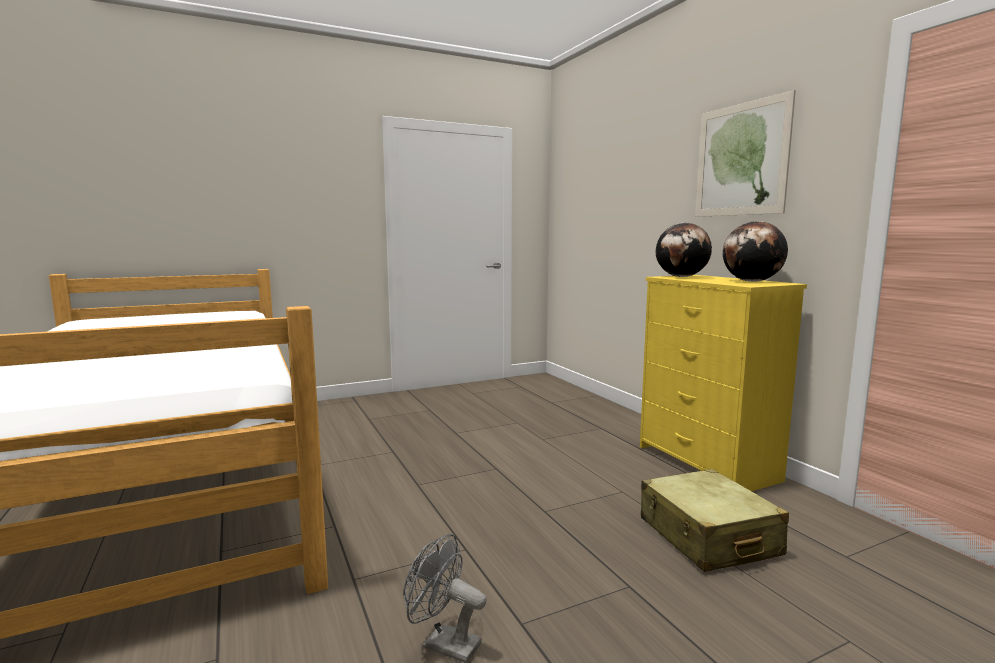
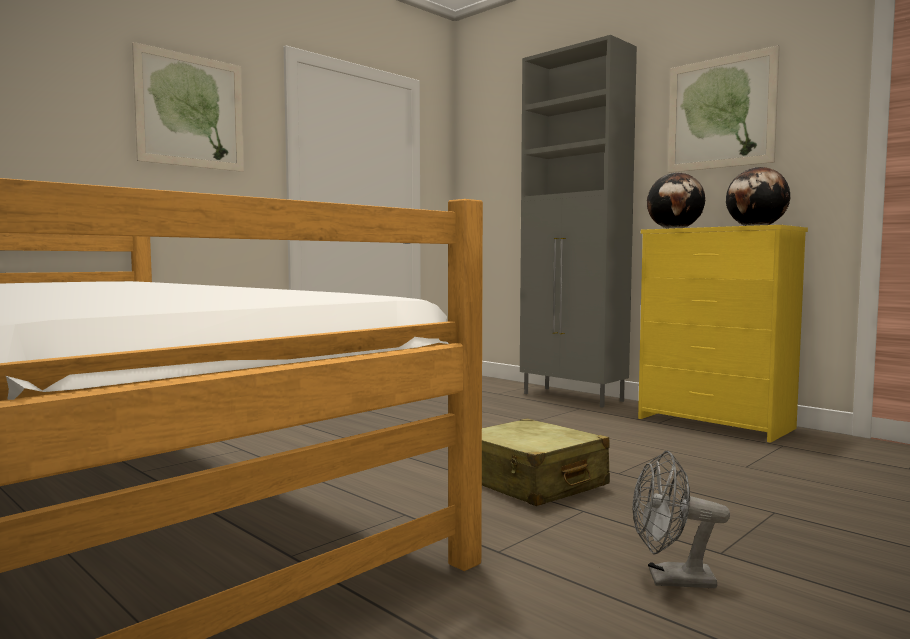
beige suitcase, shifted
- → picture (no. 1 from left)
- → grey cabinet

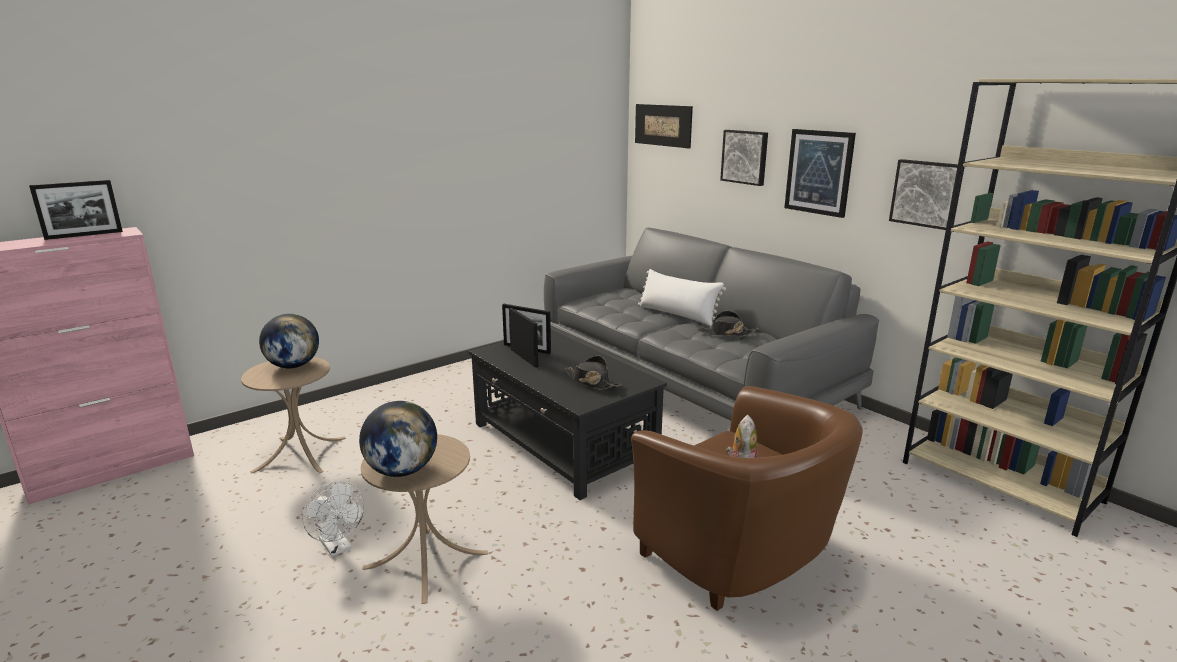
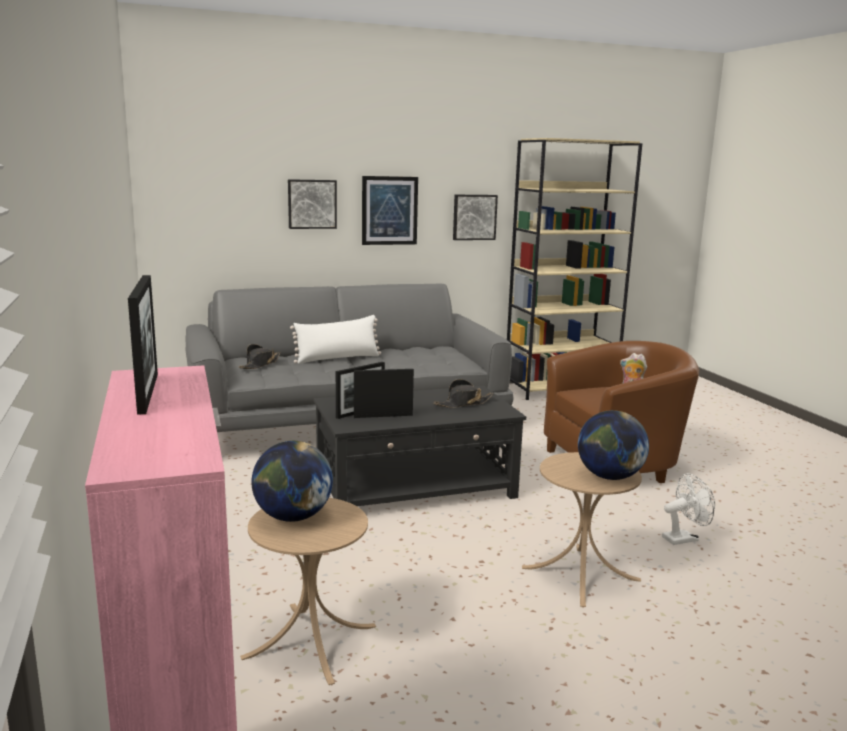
white fan, shifted
picture (no. 1 from left) → -
black hat (no. 2 from left in the first image) → black hat (no. 1 from left), shifted

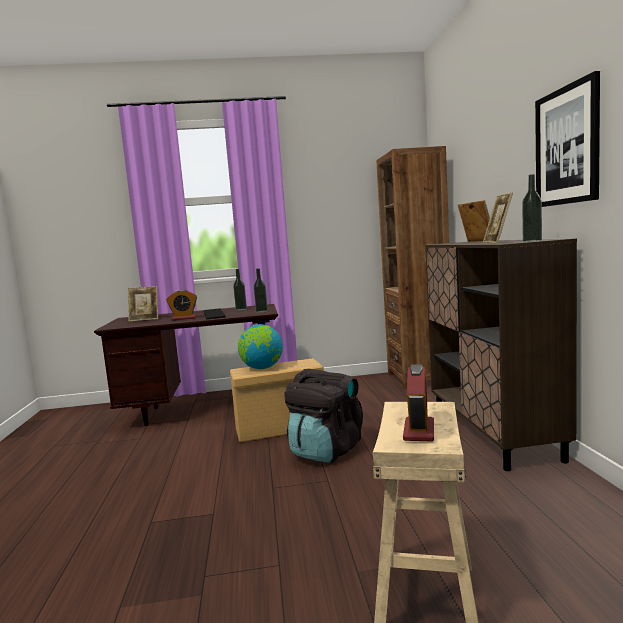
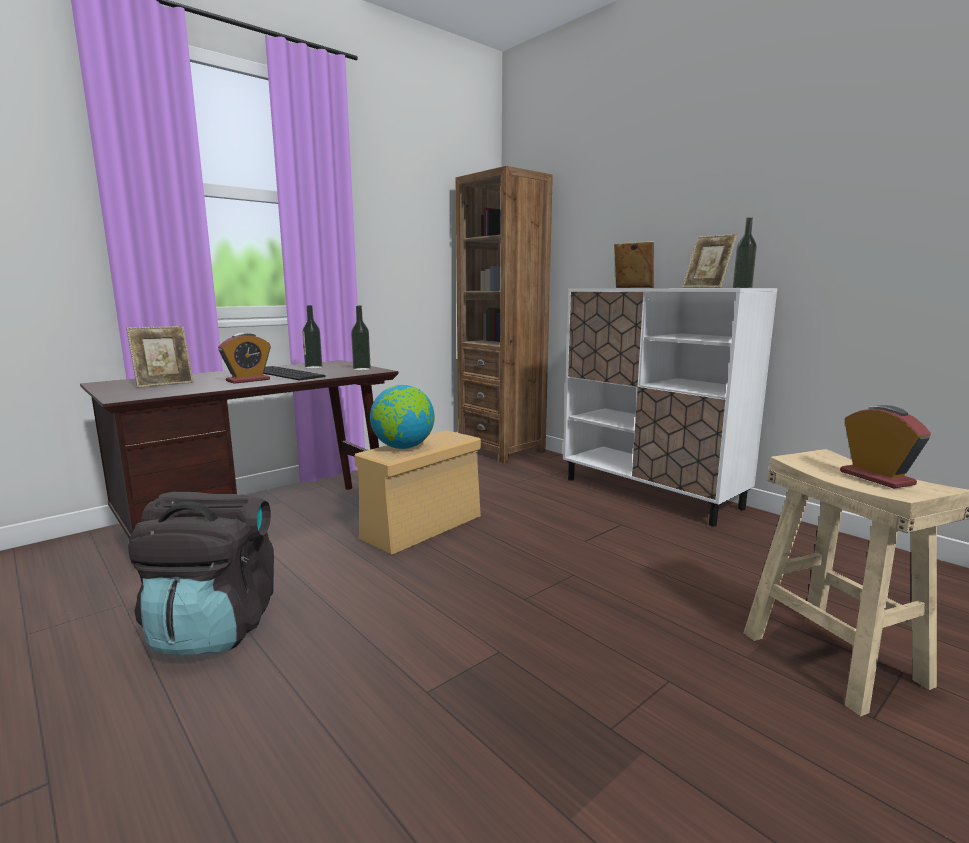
black backpack, shifted
brown cabinet → white cabinet
picture → -

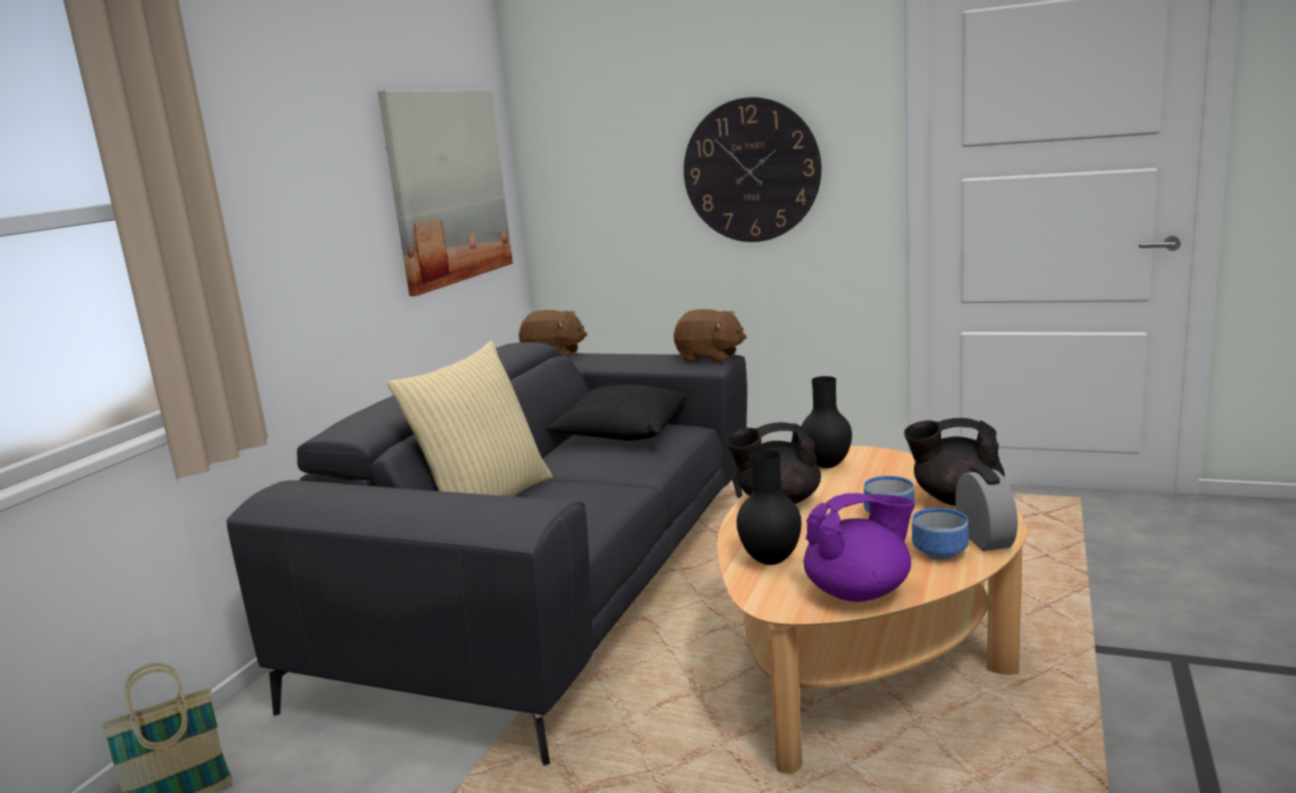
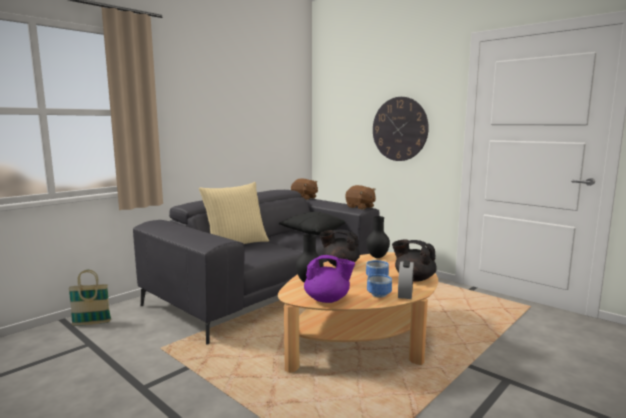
picture → -

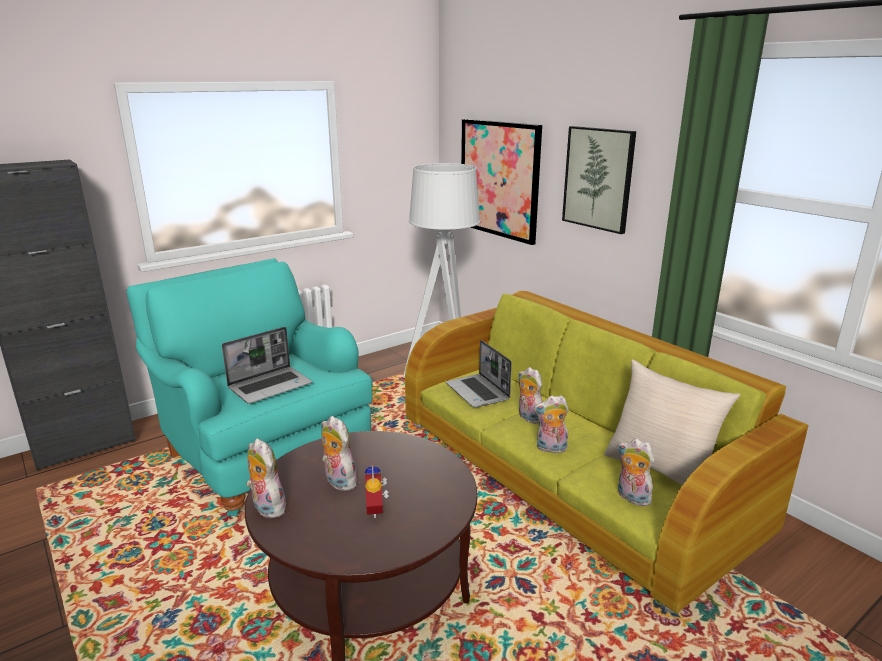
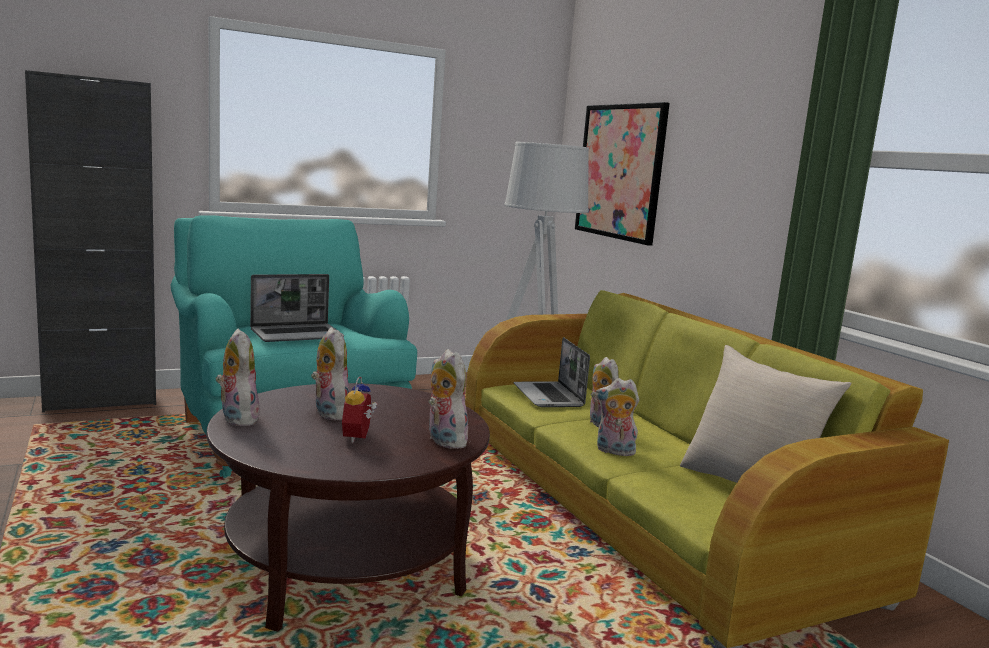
picture (no. 2 from left) → -
plush toy (no. 5 from left in the first image) → plush toy (no. 3 from left), shifted

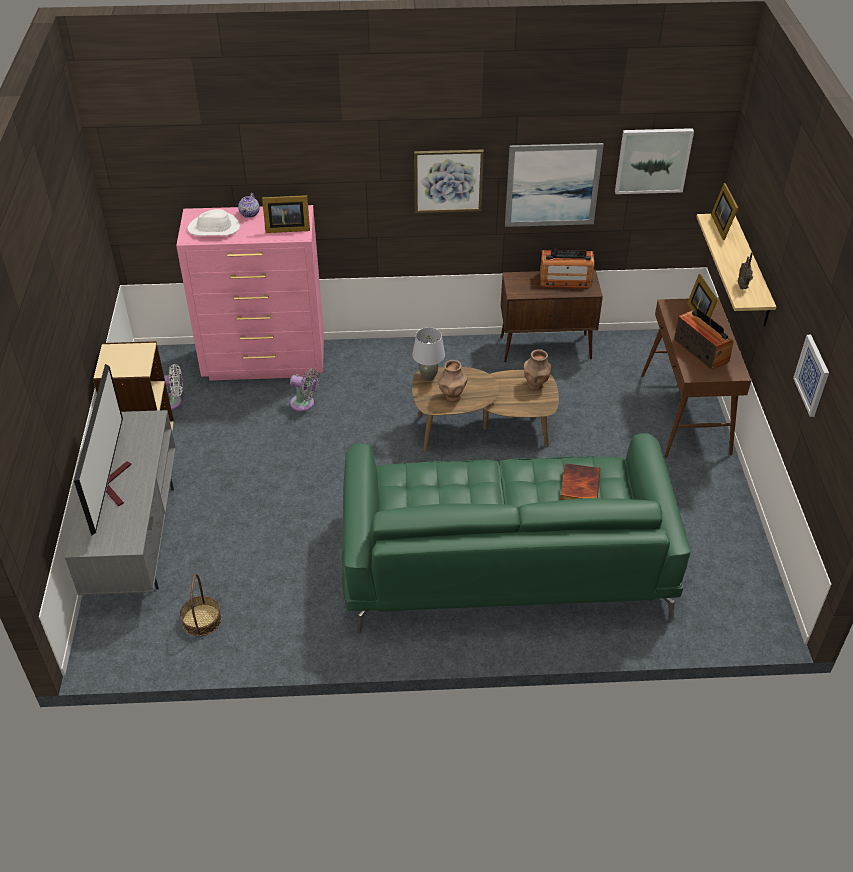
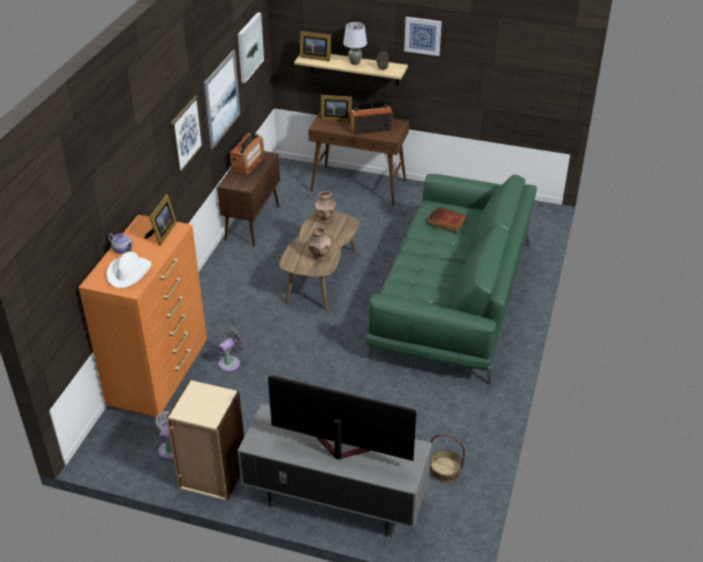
pink dresser → orange dresser
grey table lamp, shifted
picture (no. 4 from left), shifted

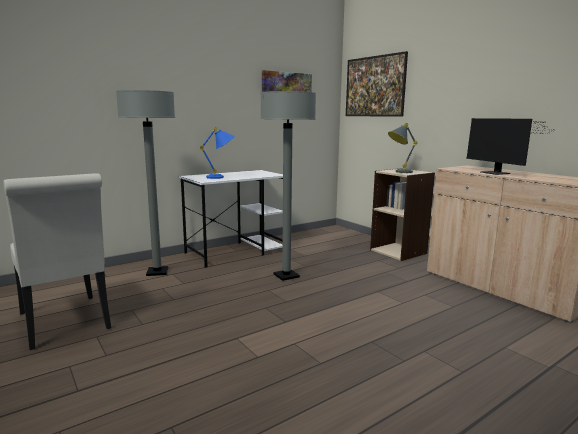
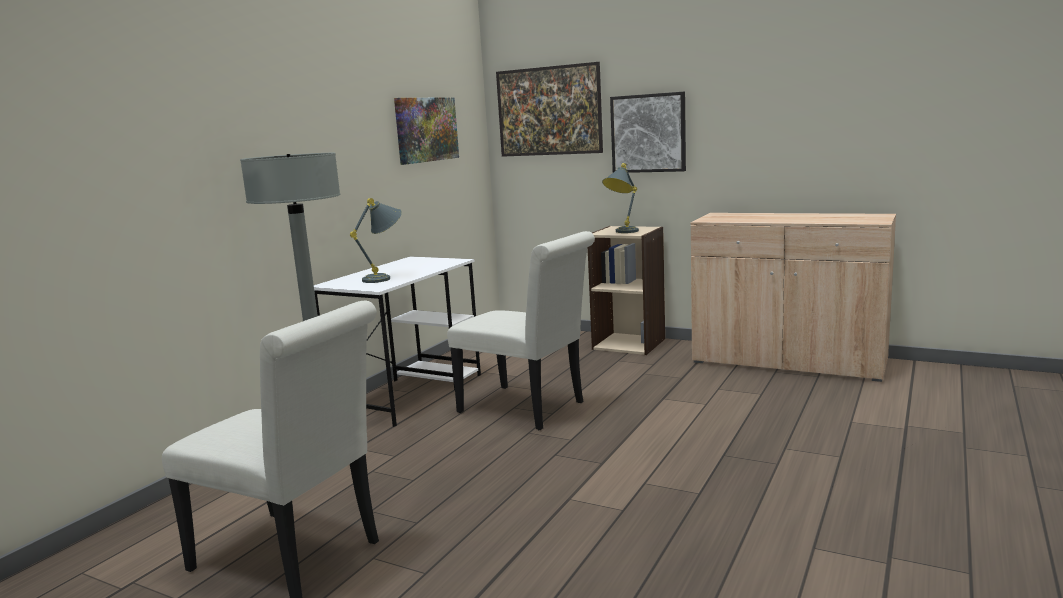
blue table lamp → grey table lamp (no. 1 from left)
grey floor lamp (no. 2 from left) → white chair (no. 2 from left)
monitor → -
- → picture (no. 3 from left)

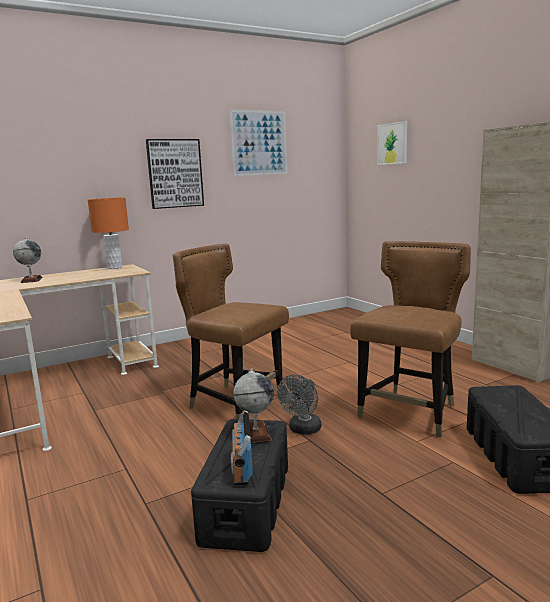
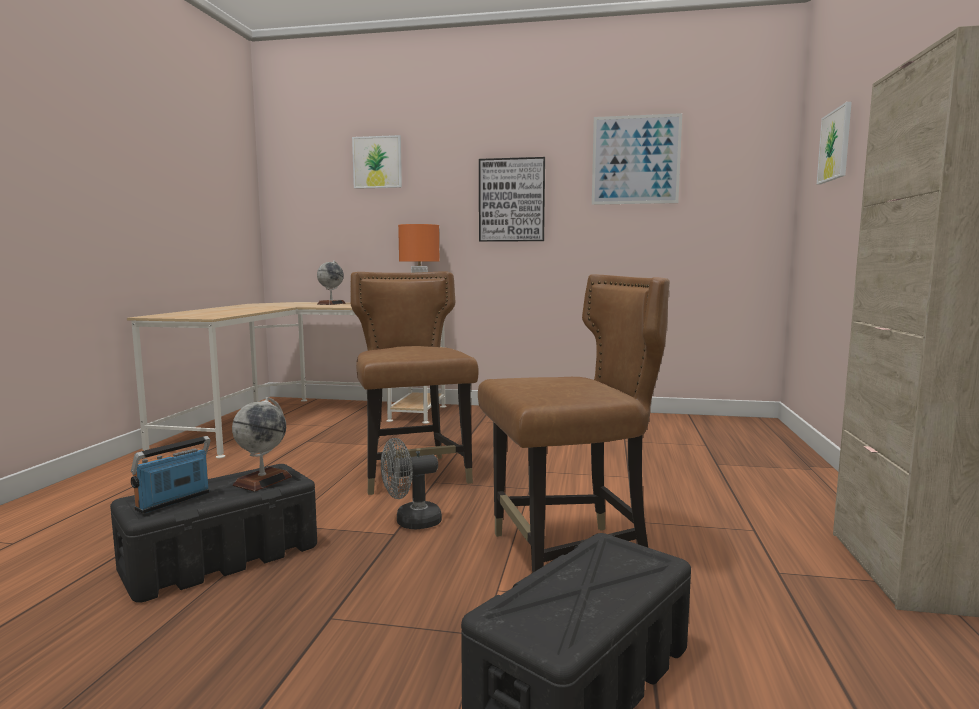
- → picture (no. 1 from left)

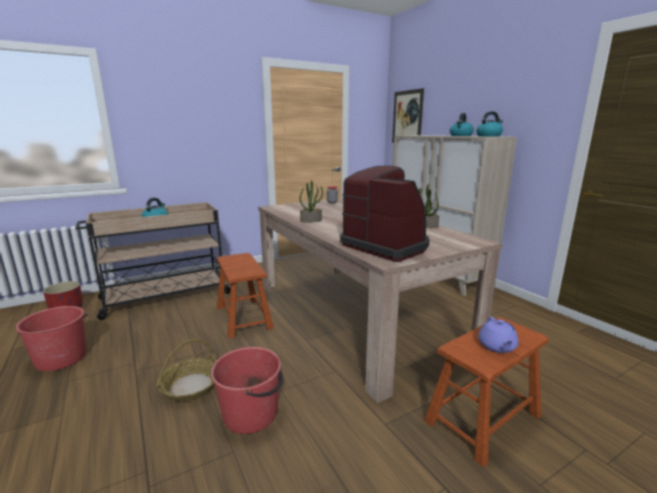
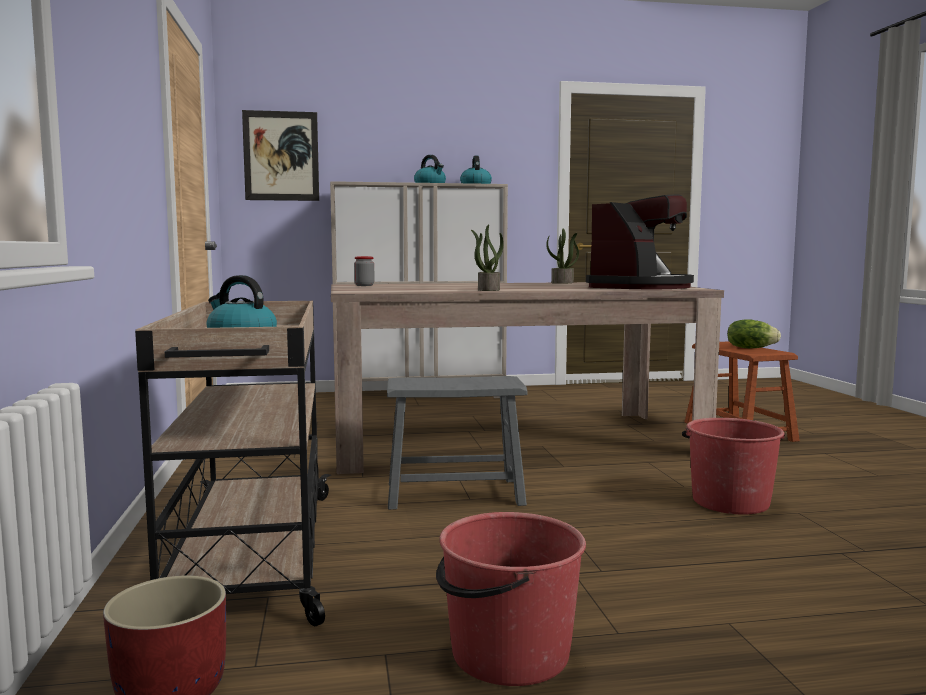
basket → -
brown stool (no. 1 from left) → grey stool
coffee machine, 150 degrees clockwise
purple teapot → lettuce

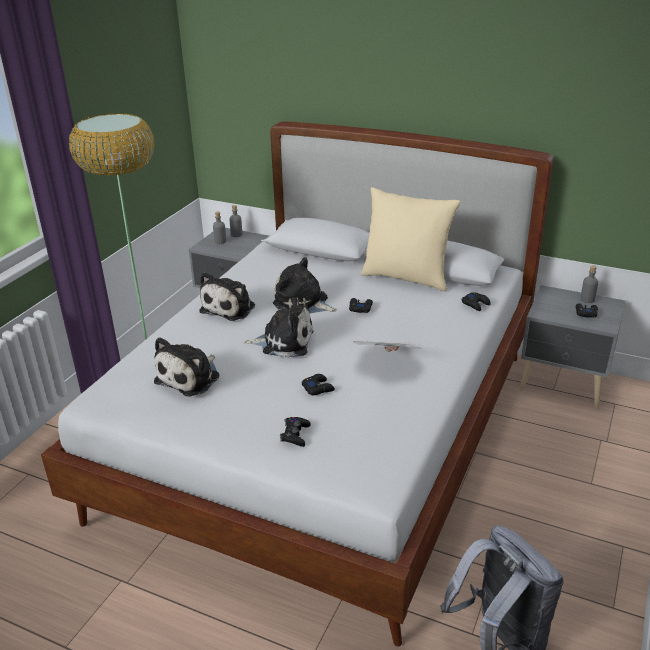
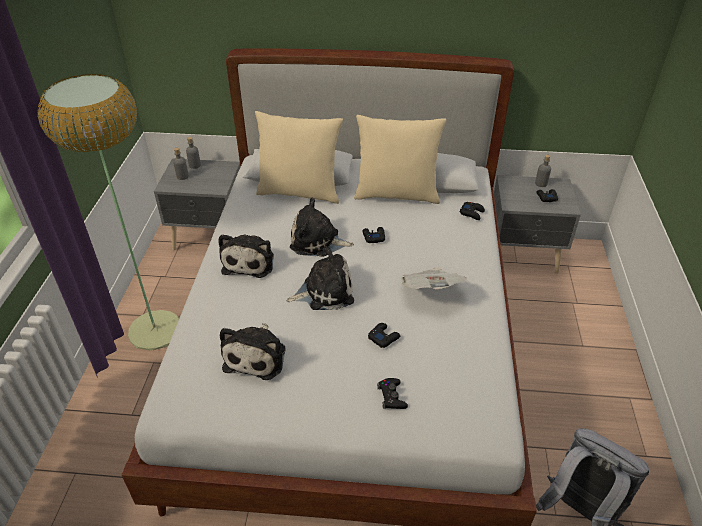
- → beige pillow (no. 1 from left)

